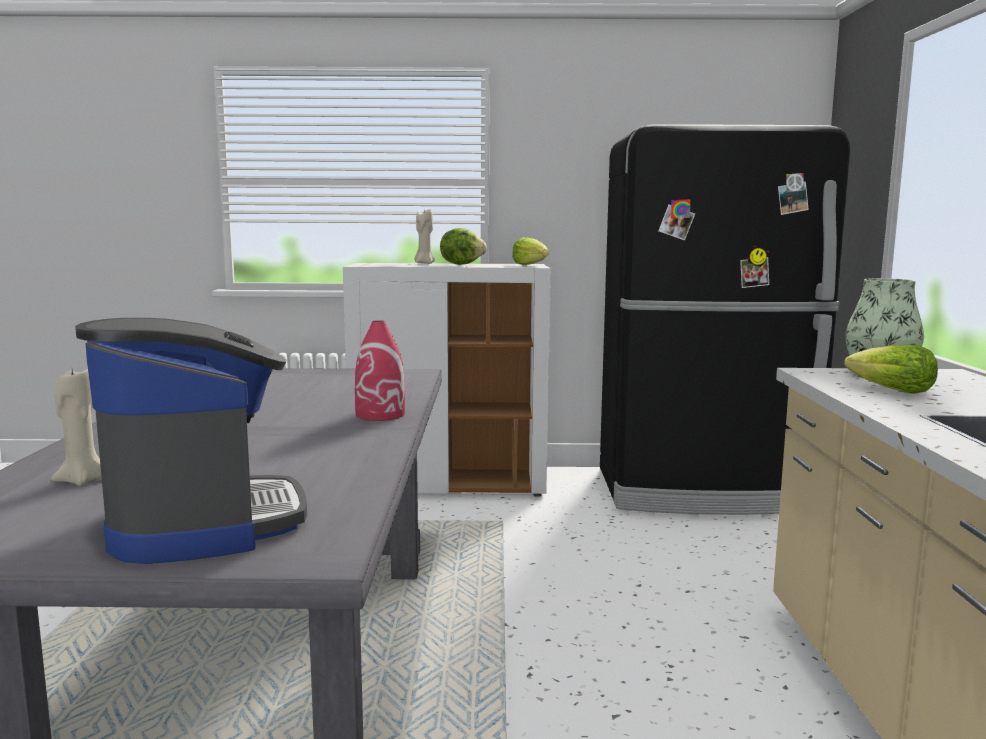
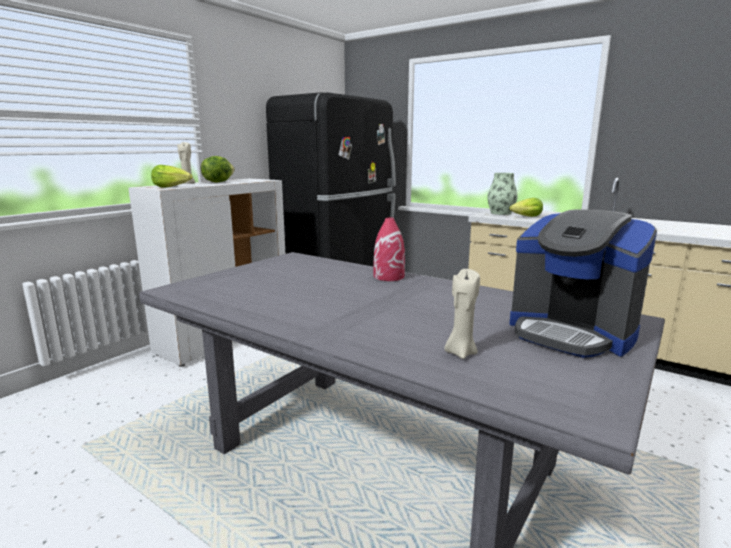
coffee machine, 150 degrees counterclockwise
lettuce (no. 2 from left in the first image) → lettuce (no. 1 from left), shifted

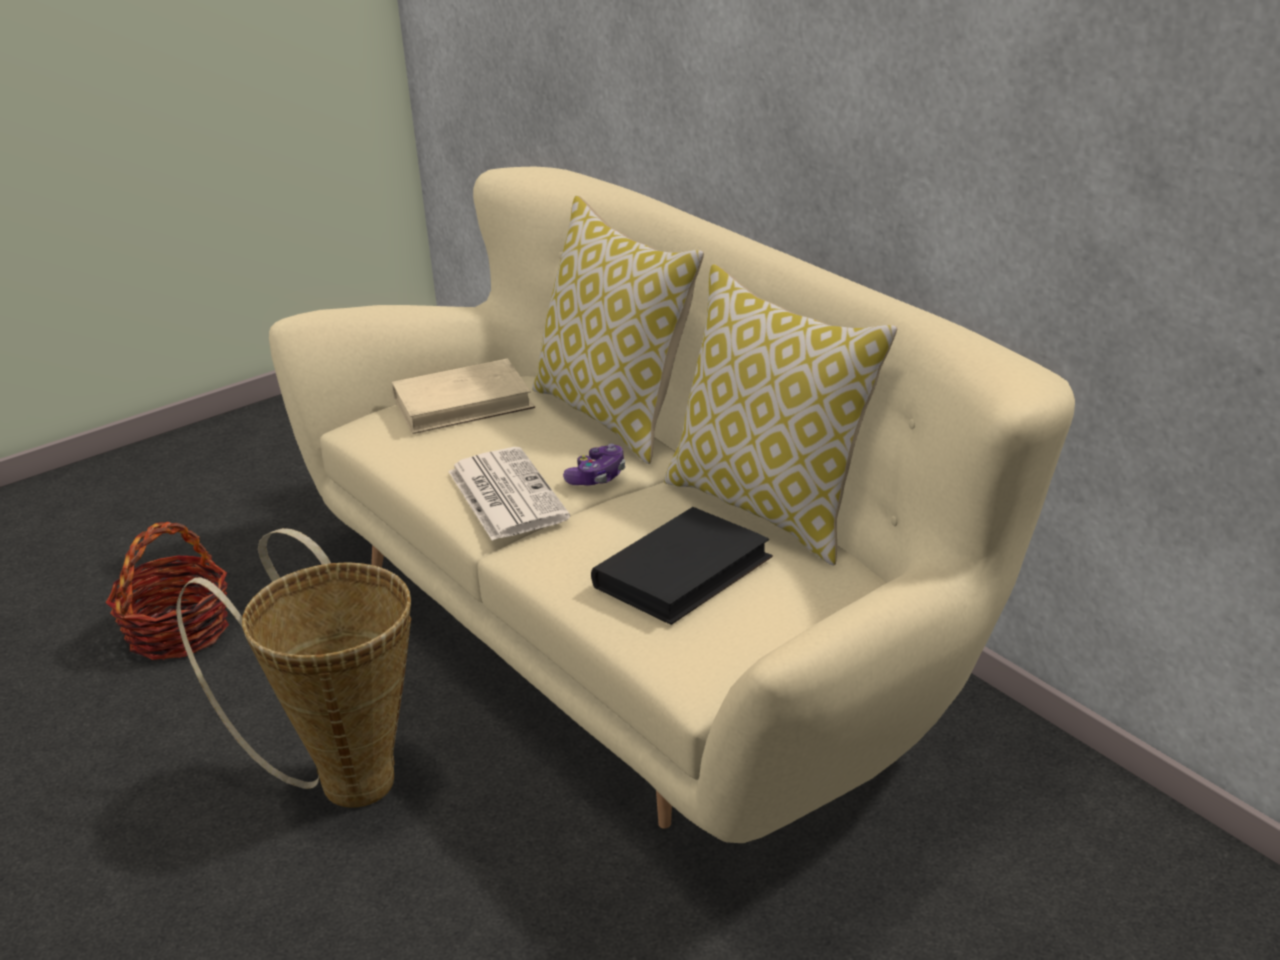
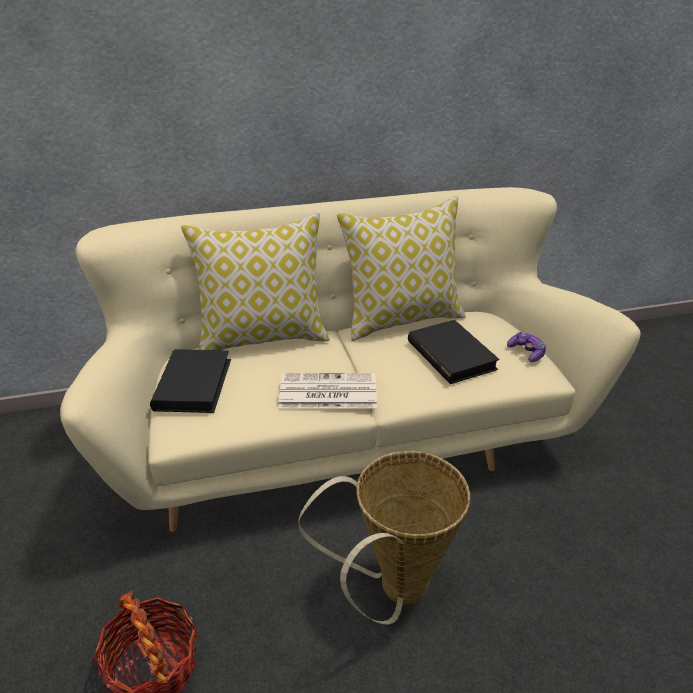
beige book → black book (no. 1 from left)
game controller, shifted

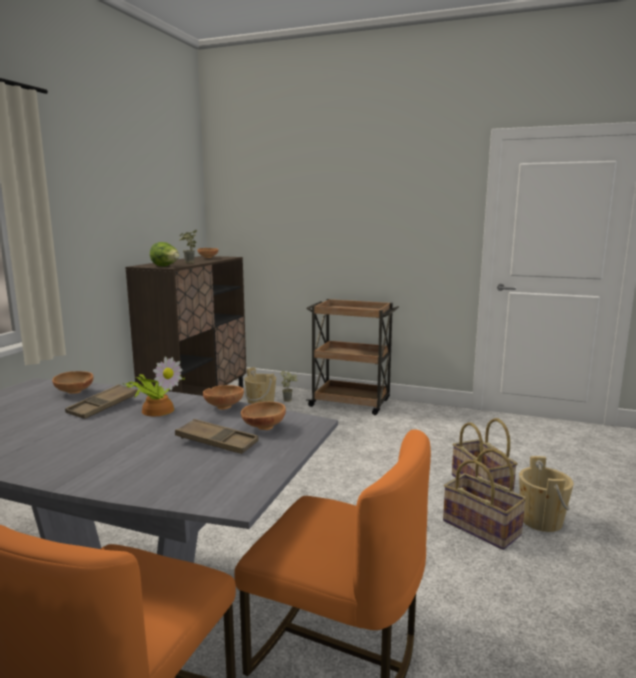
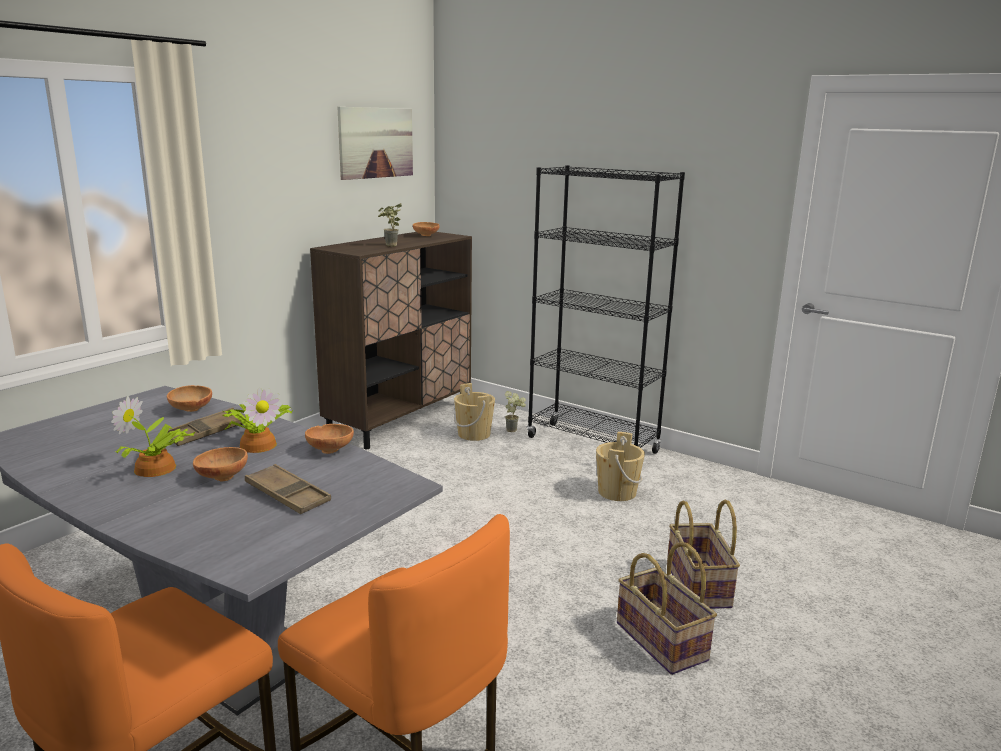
lettuce → -
brown bowl (no. 4 from left in the first image) → brown bowl (no. 2 from left), shifted
brown cart → black bookcase
beige bucket (no. 2 from left), shifted
- → potted plant (no. 1 from left)
- → picture

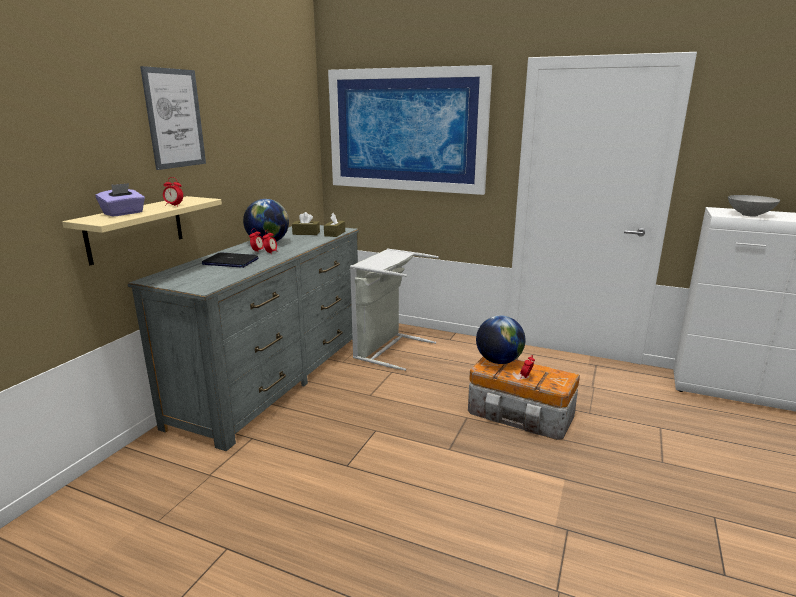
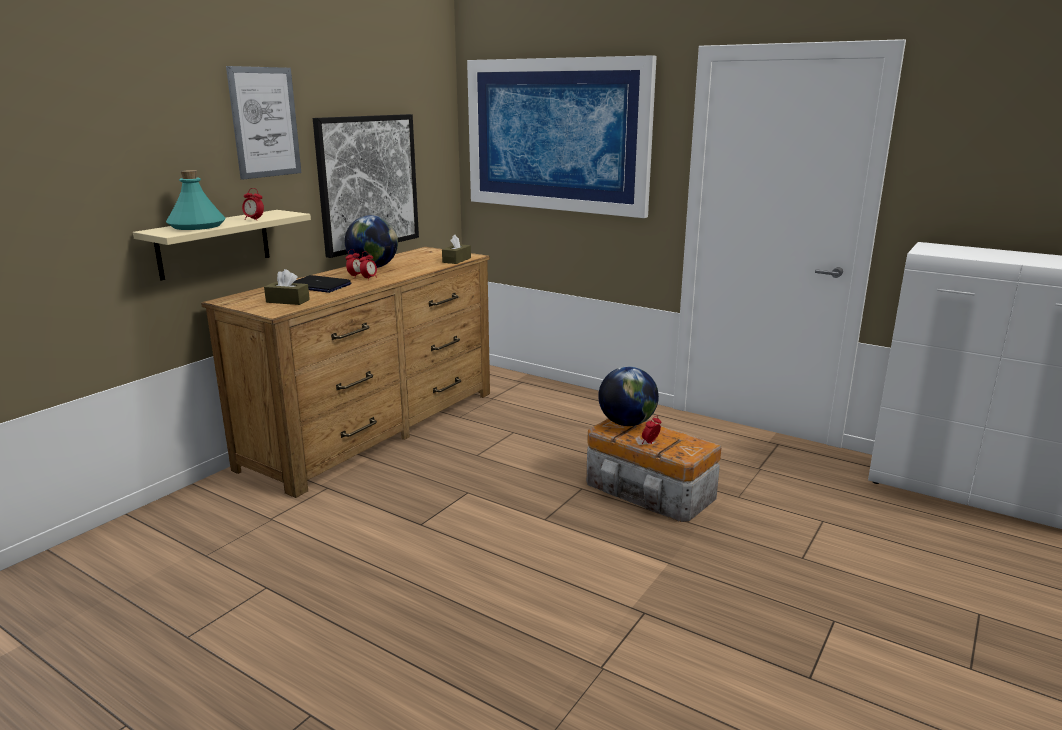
purple tissue box → turquoise bottle
grey dresser → brown dresser
brown tissue box (no. 1 from left), shifted
grey laundry basket → -
grey bowl → -
- → picture (no. 2 from left)

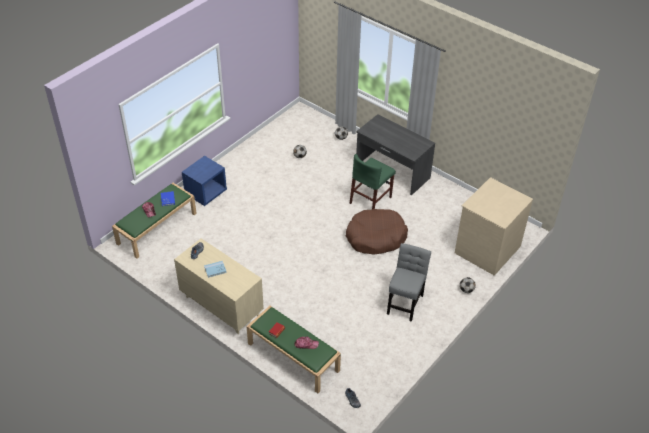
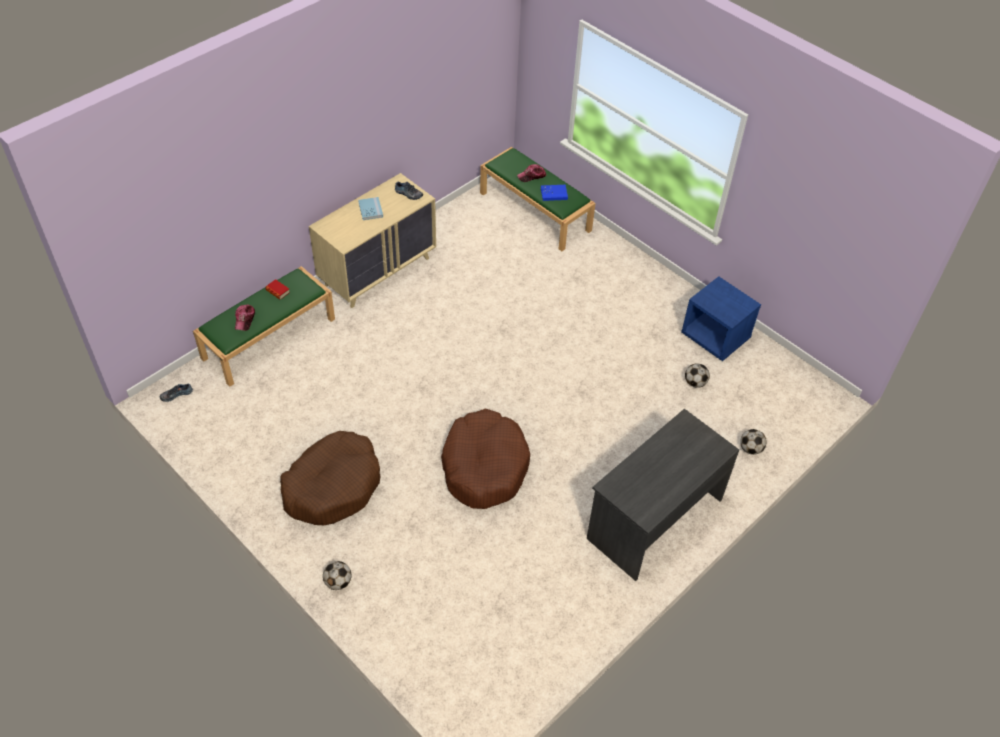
blue nightstand, shifted
green chair → -
grey chair → brown dog bed (no. 1 from left)
beige dresser (no. 2 from left) → -

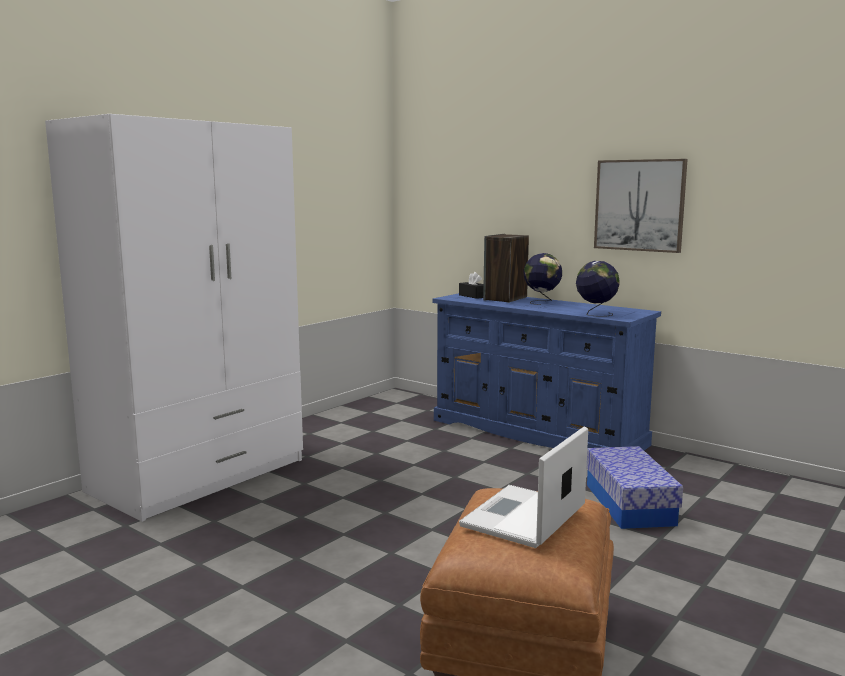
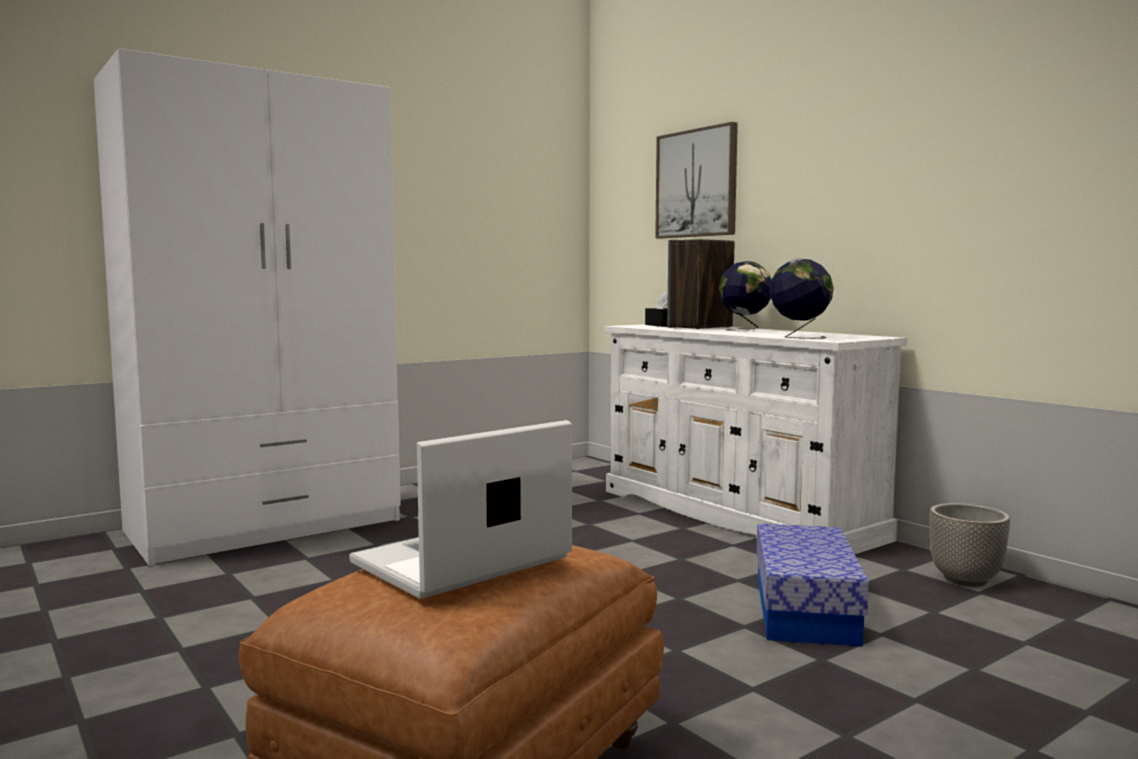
blue dresser → white dresser
picture, shifted
- → planter

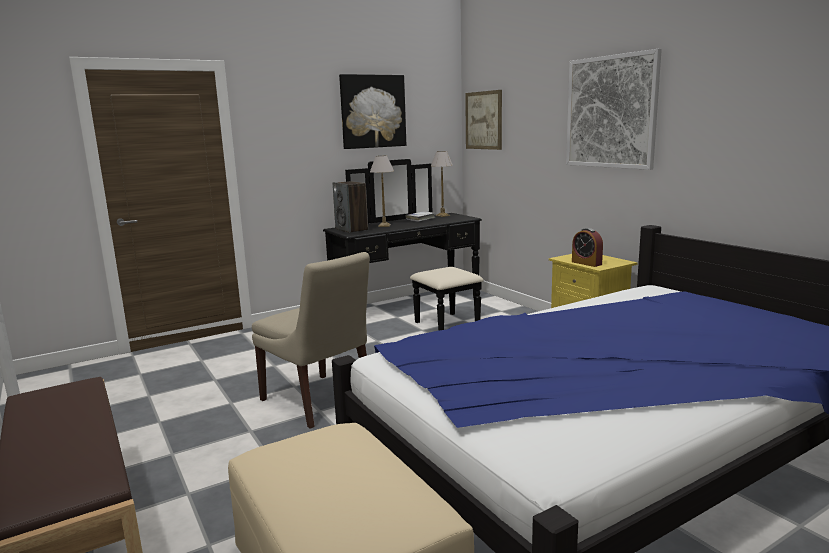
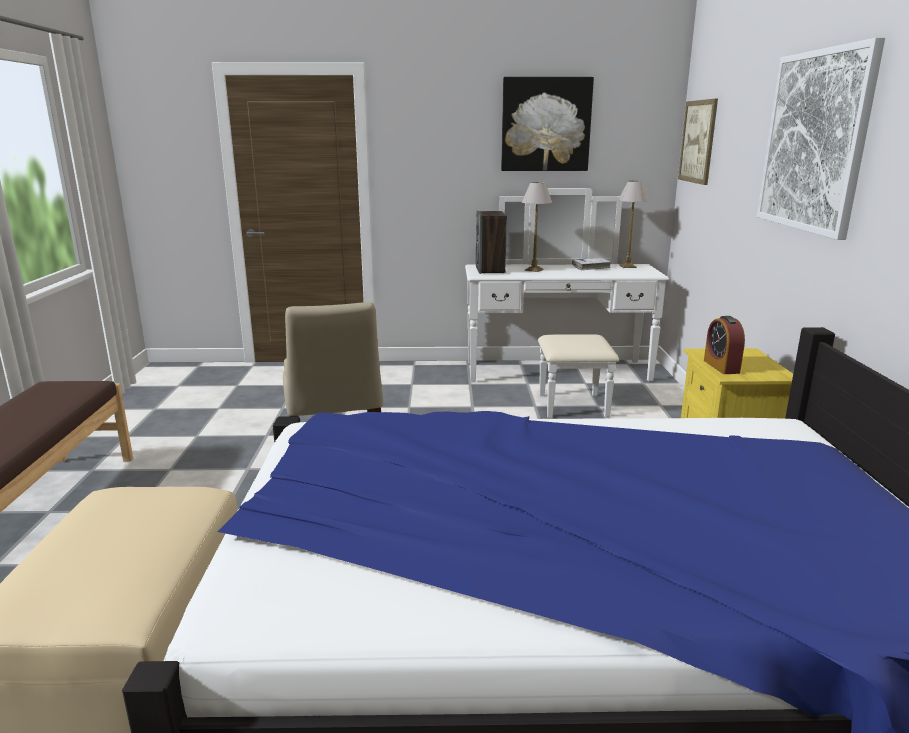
black dresser → white dresser

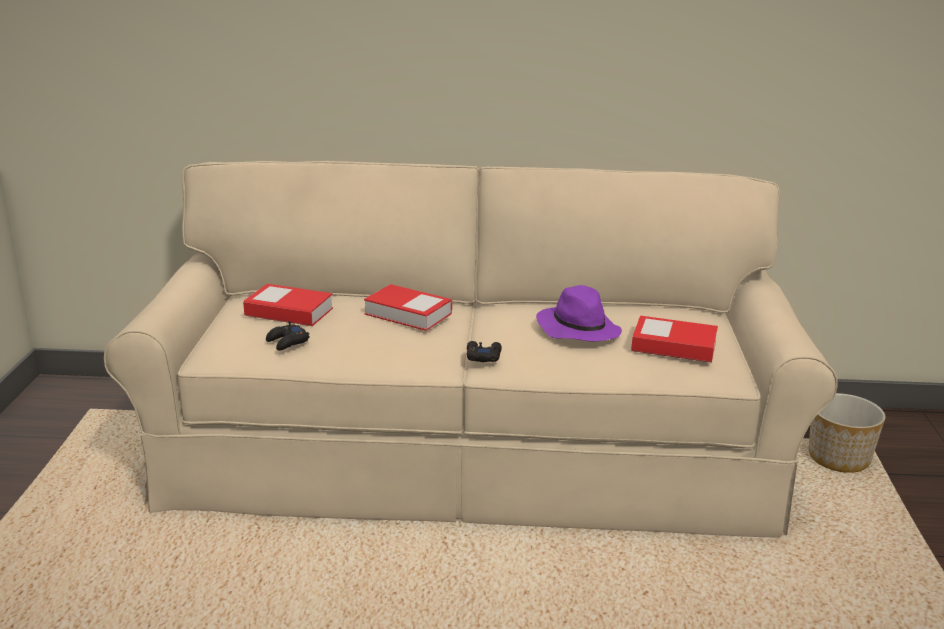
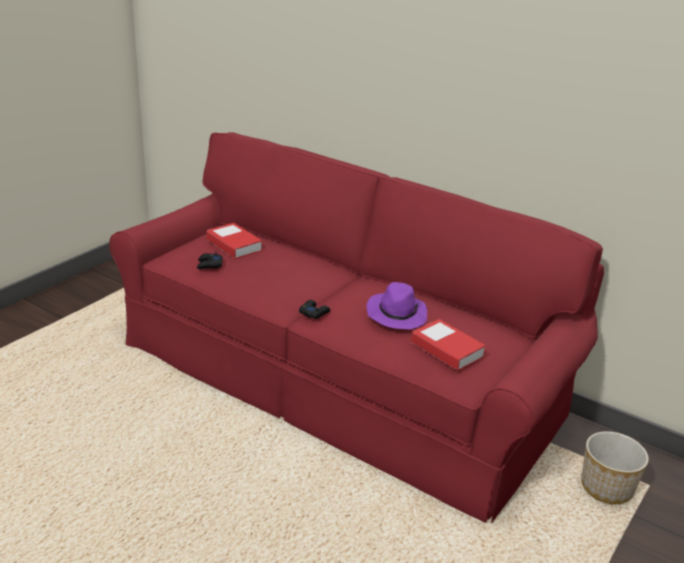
beige sofa → red sofa
book (no. 2 from left) → -

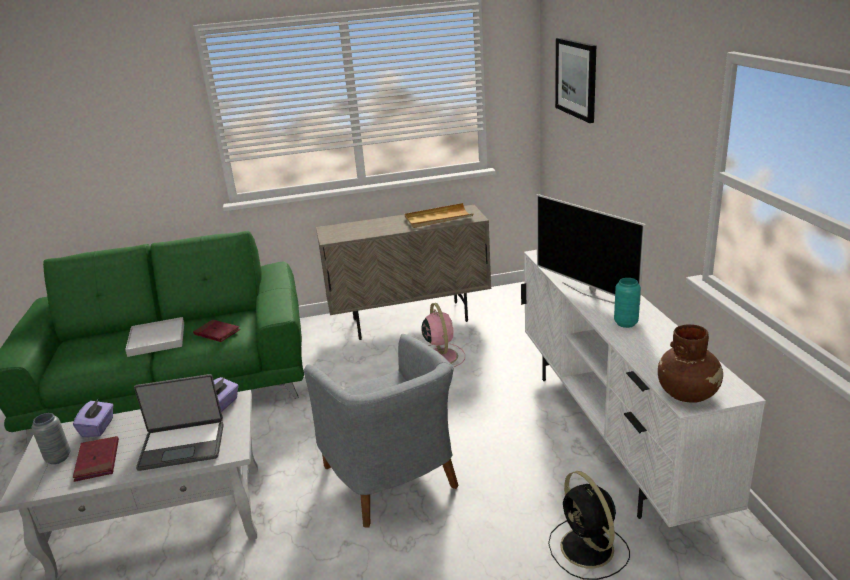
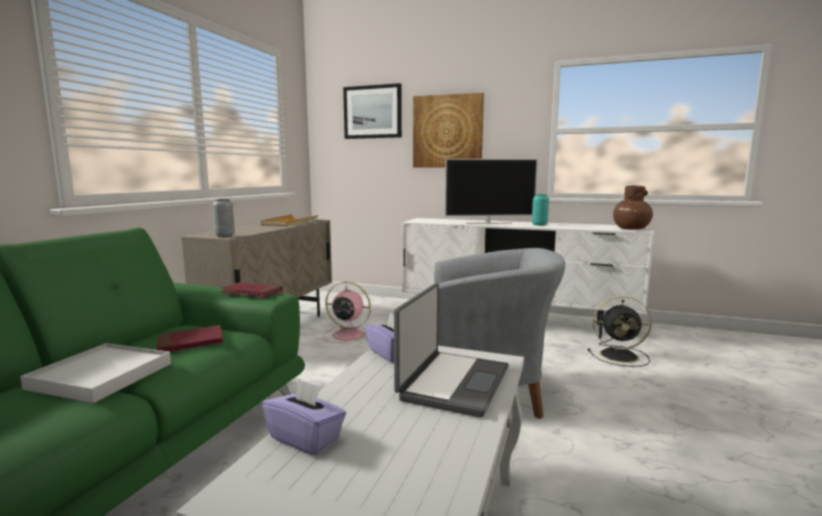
grey vase, shifted
red book (no. 1 from left in the first image) → red book (no. 2 from left), shifted
- → picture (no. 2 from left)

